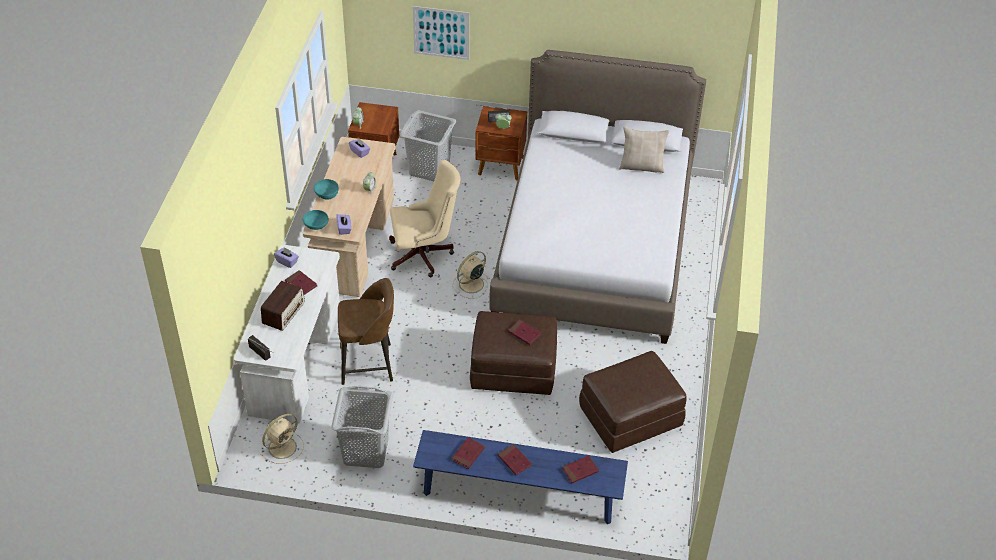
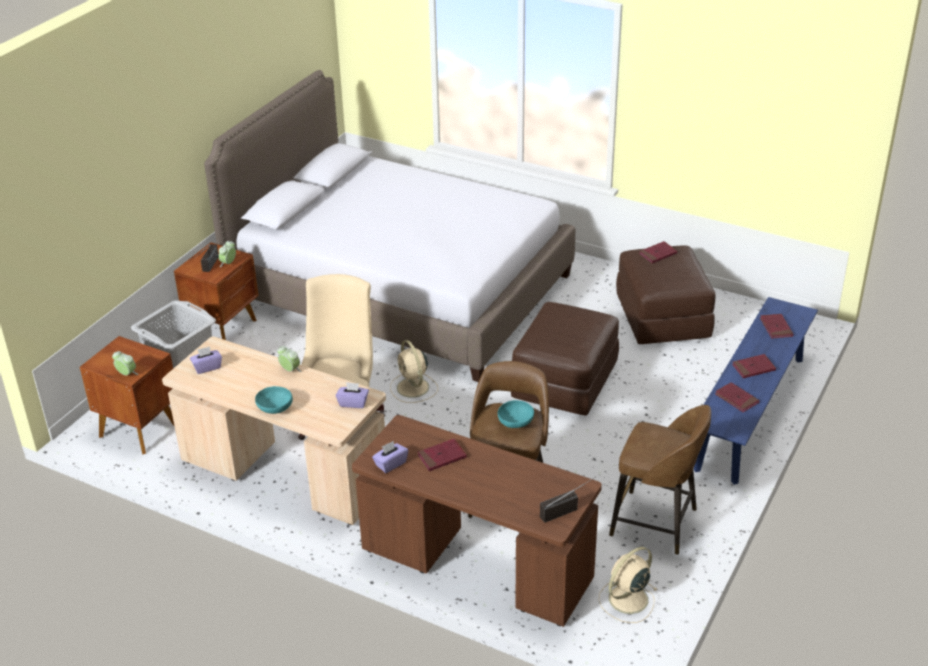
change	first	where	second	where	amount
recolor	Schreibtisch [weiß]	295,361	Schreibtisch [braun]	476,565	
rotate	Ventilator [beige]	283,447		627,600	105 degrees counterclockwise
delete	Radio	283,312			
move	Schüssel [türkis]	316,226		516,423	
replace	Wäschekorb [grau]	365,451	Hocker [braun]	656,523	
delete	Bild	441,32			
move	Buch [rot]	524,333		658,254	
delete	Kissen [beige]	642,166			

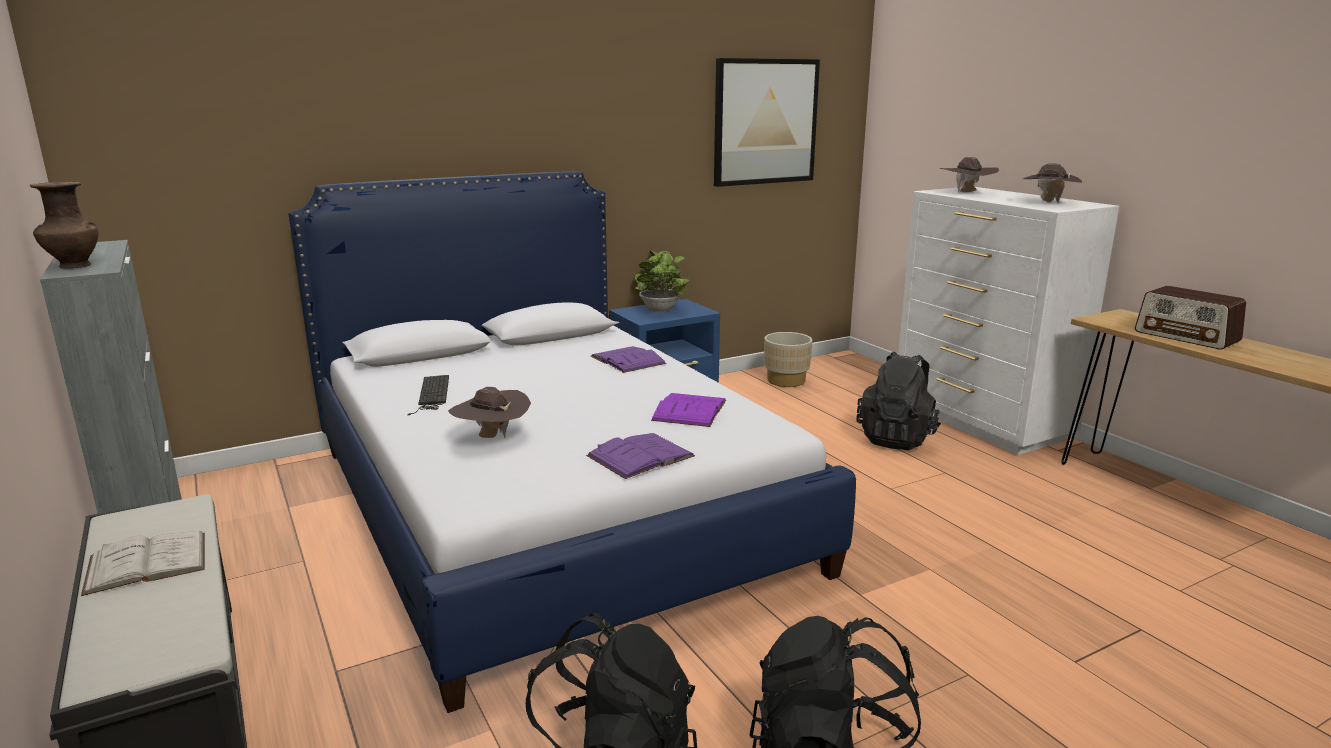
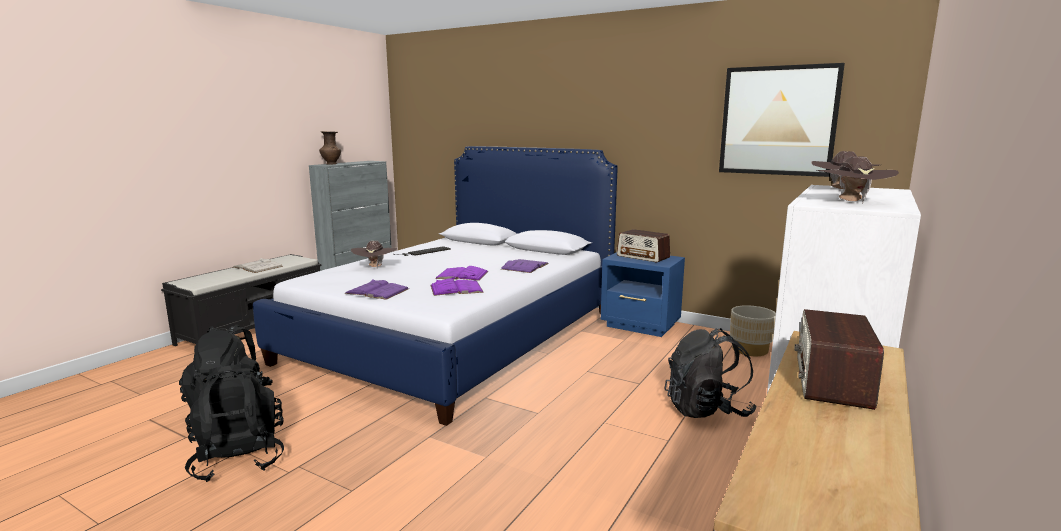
change	first	where	second	where	amount
replace	Topfpflanze	660,310	Radio	643,257	
insert			Buch [lila]	462,275	

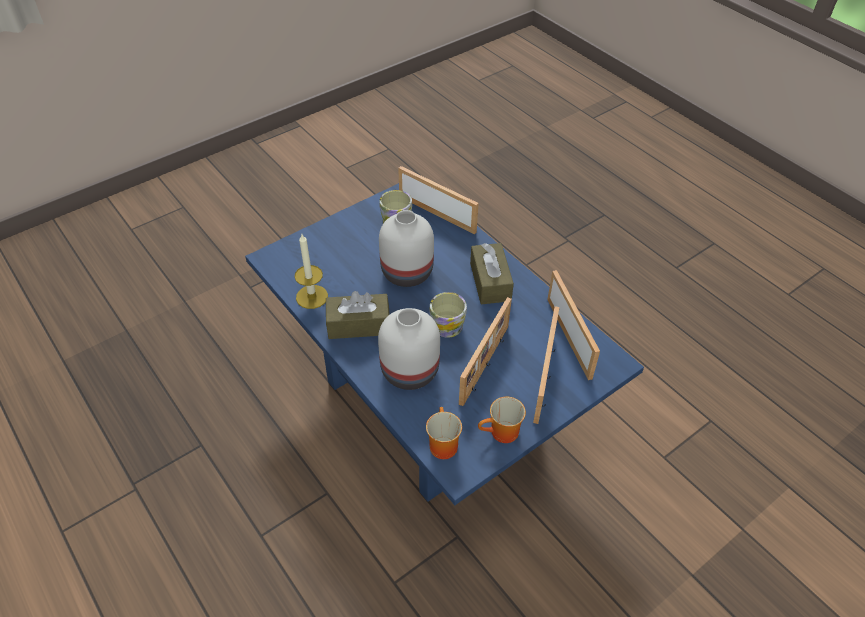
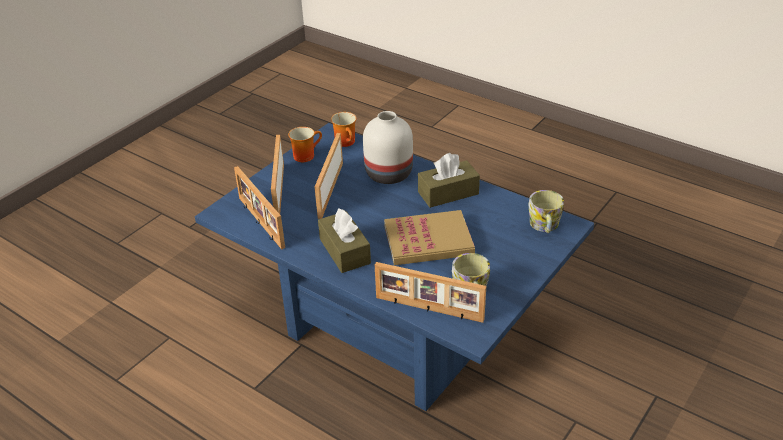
change	first	where	second	where	amount
delete	Kerze	312,297			
replace	Vase [weiß]	408,273	Buch	428,241	
move	Henkelbecher	448,322		544,226	

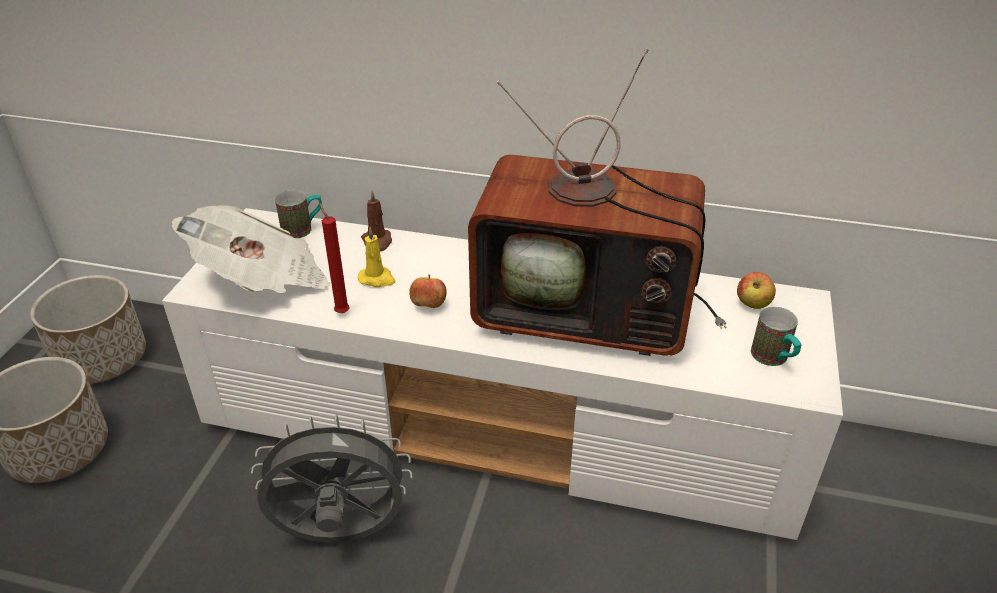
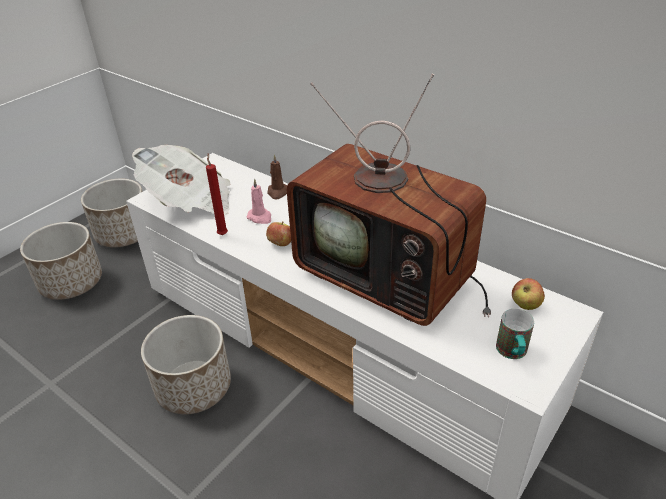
change	first	where	second	where	amount
replace	Ventilator [grau]	340,535	Pflanzkübel	193,387	
delete	Henkelbecher	303,229			
recolor	Kerze [gelb]	377,279	Kerze [rosa]	260,217	

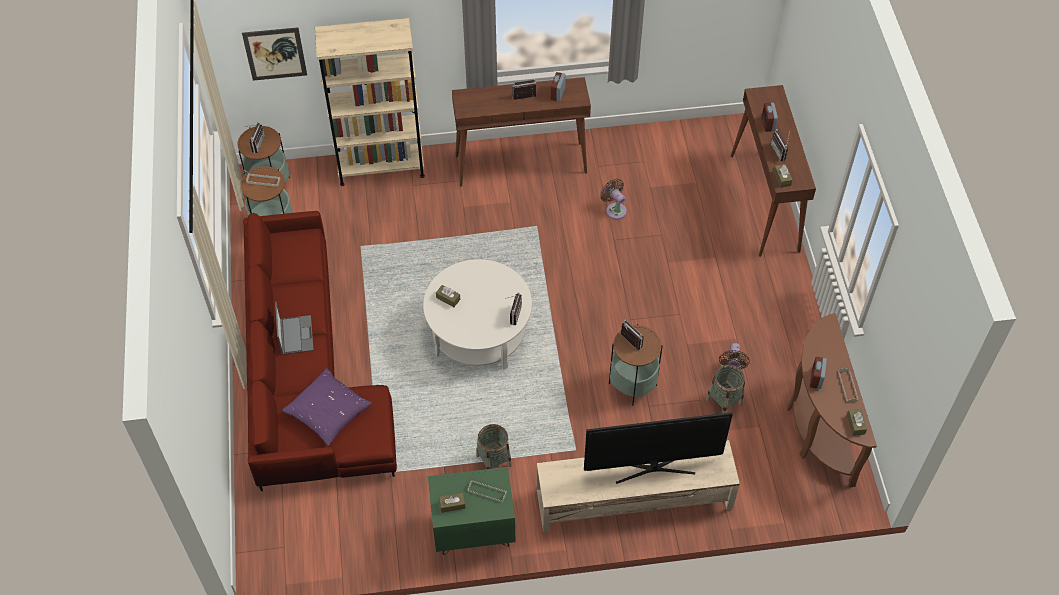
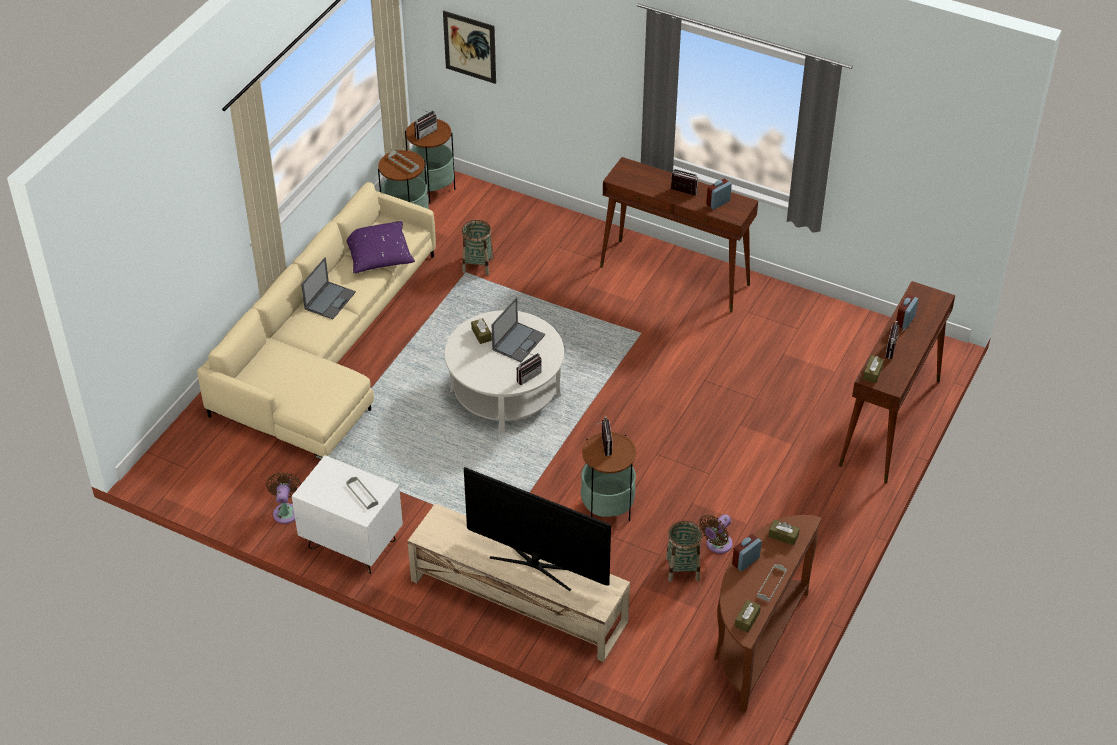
change	first	where	second	where	amount
recolor	Sofa [rot]	306,373	Sofa [beige]	327,348	
move	Kissen [lila]	328,412		378,255	
delete	Bücherregal [beige]	381,167			
recolor	Nachttisch [grün]	473,531	Nachttisch [weiß]	351,545	
move	Taschentuchbox [braun]	452,505		783,536	
move	Korb	494,460		477,265	
move	Ventilator [braun]	614,209		286,511	
insert			Laptop	519,342	

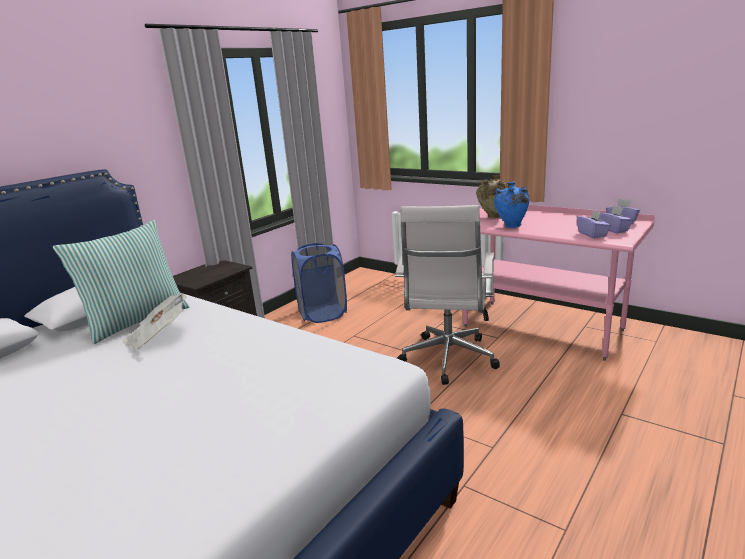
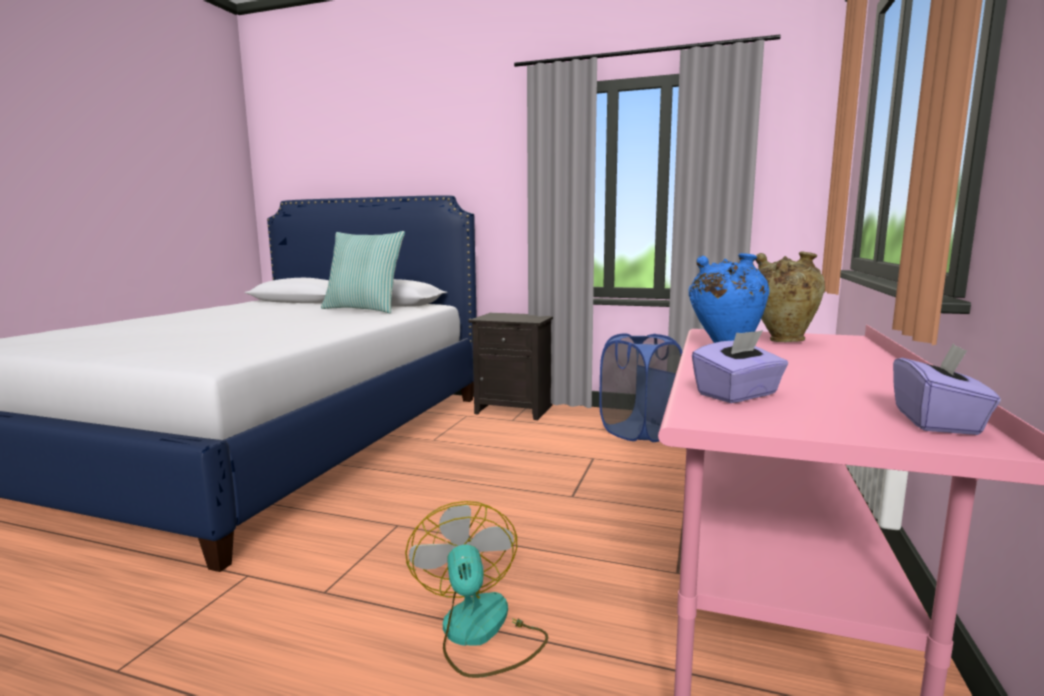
change	first	where	second	where	amount
delete	Zeitung	158,337			
delete	Bürostuhl [weiß]	448,361			
delete	Taschentuchbox [lila]	613,229			
insert			Ventilator	479,633	

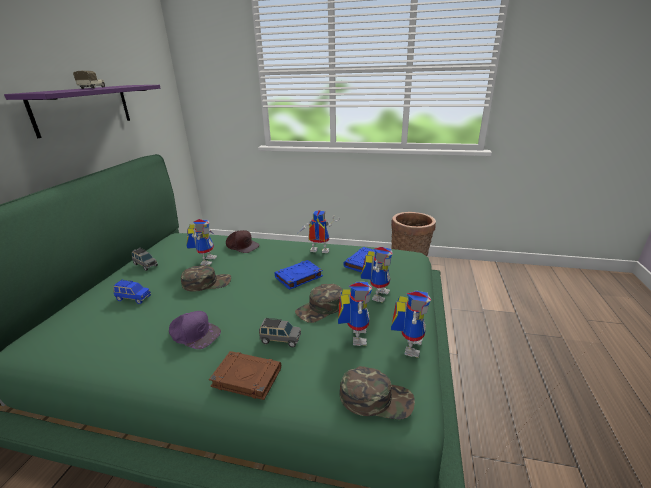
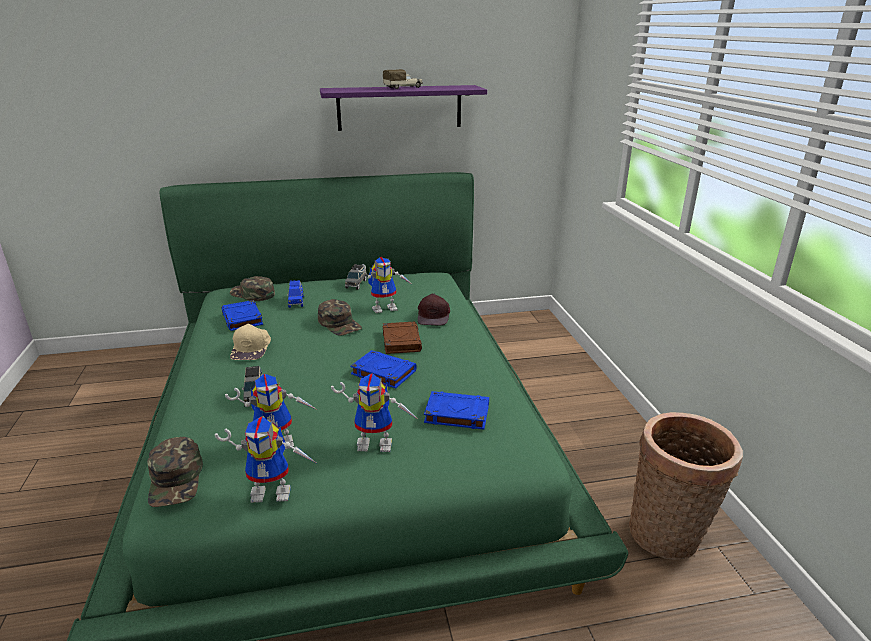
change	first	where	second	where	amount
recolor	Kappe [lila]	194,333	Kappe [beige]	252,348	
move	Buch [braun]	246,377		401,341	
move	Kappe [grün]	321,308		252,294	
delete	Spielzeugroboter	317,252			
insert			Buch [blau]	243,319	

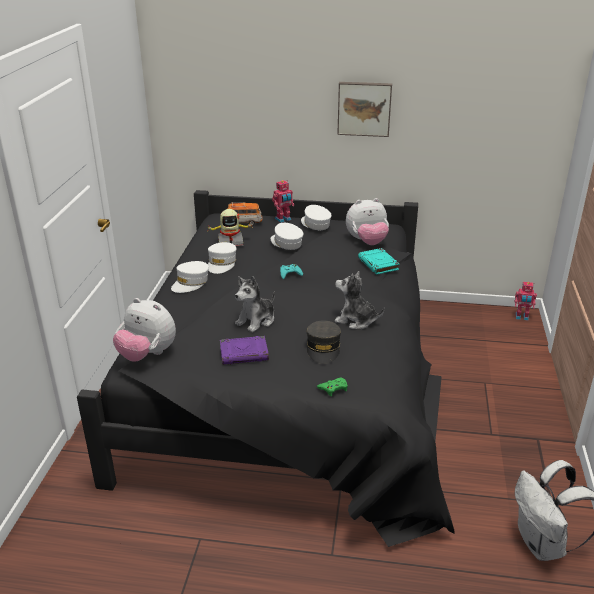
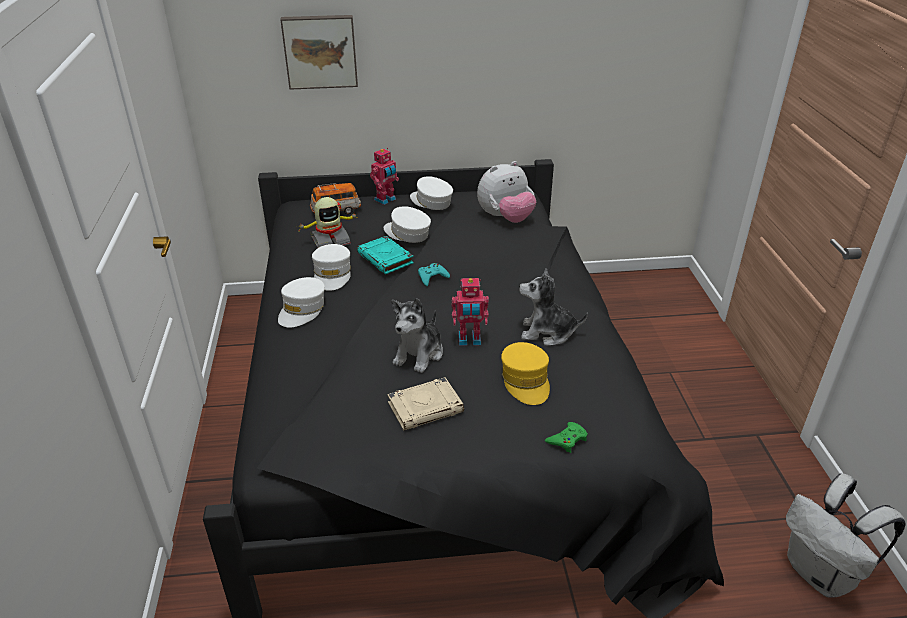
change	first	where	second	where	amount
delete	Plüschtier	147,354			
recolor	Buch [lila]	244,353	Buch [beige]	426,407	
recolor	Kappe [grau]	323,348	Kappe [gelb]	526,381	
move	Bild	364,108		320,51	
move	Buch [türkis]	378,264		386,259	
move	Spielzeugroboter	521,317		469,340	

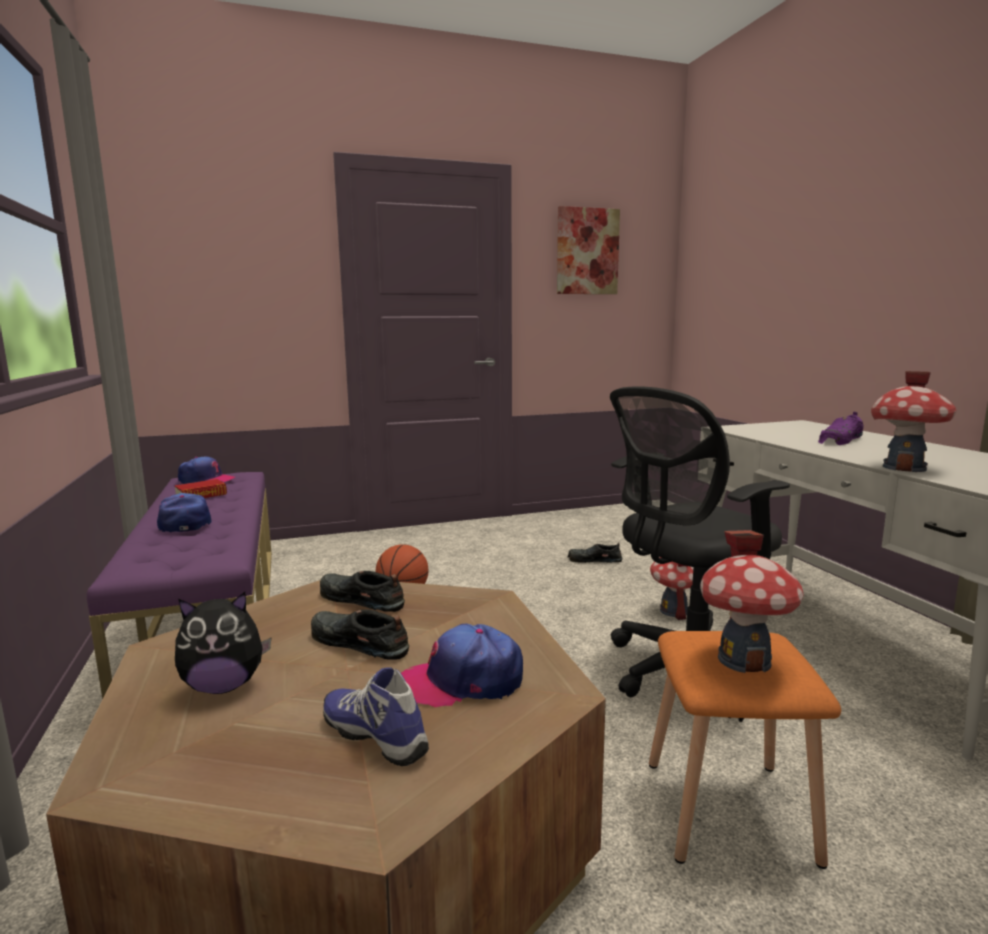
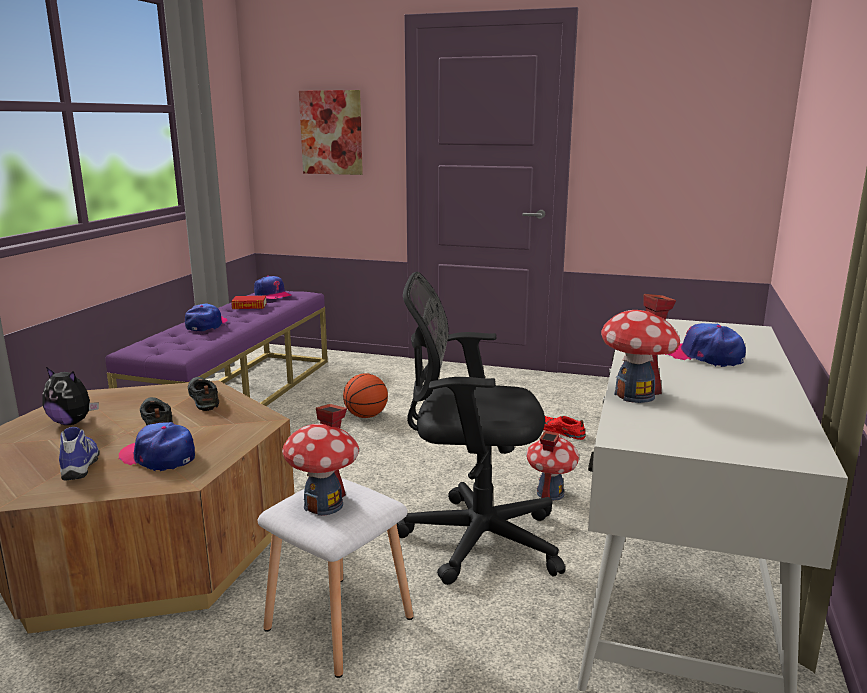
change	first	where	second	where	amount
move	Bild	587,251		331,132	
recolor	Schuh [schwarz]	593,560	Schuh [rot]	559,431	
recolor	Hocker [orange]	731,812	Hocker [weiß]	338,625	
replace	Schuh [lila]	840,440	Kappe	703,356	

